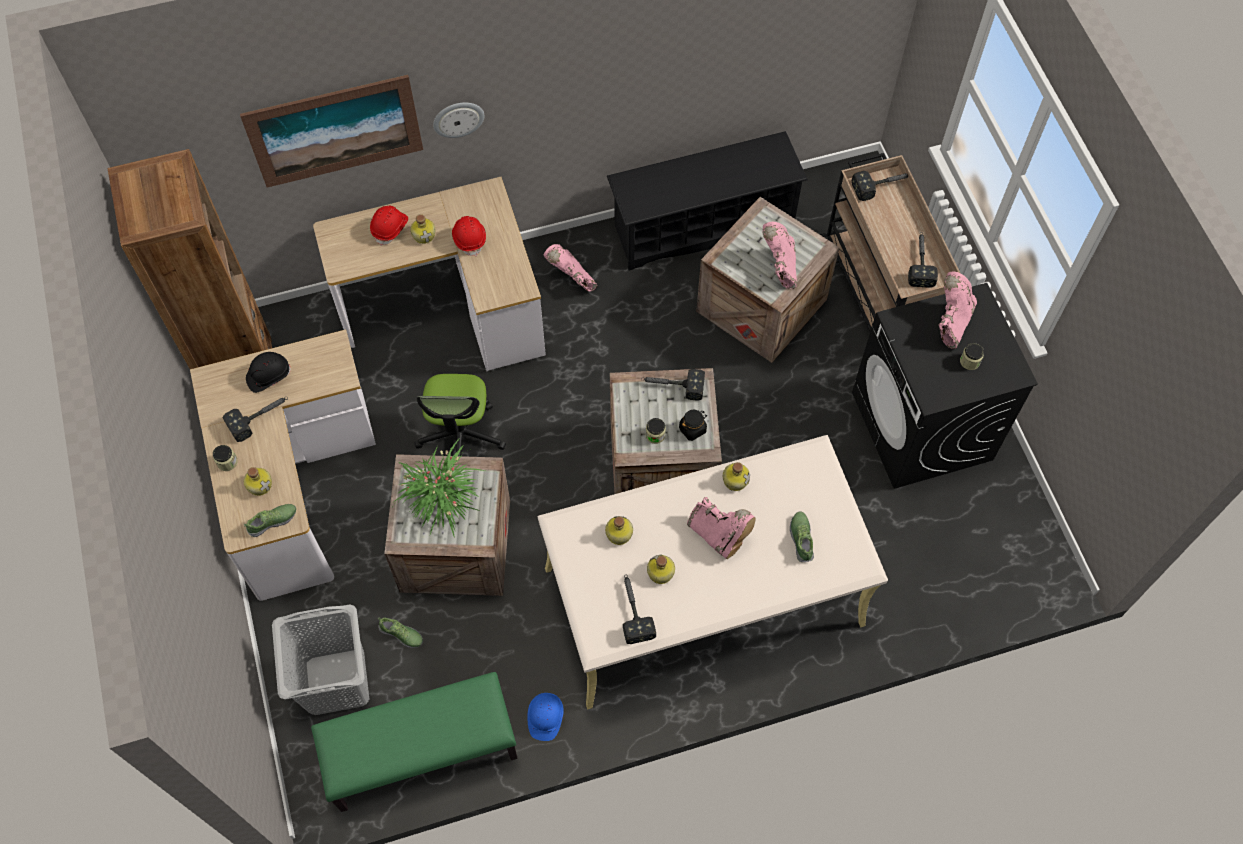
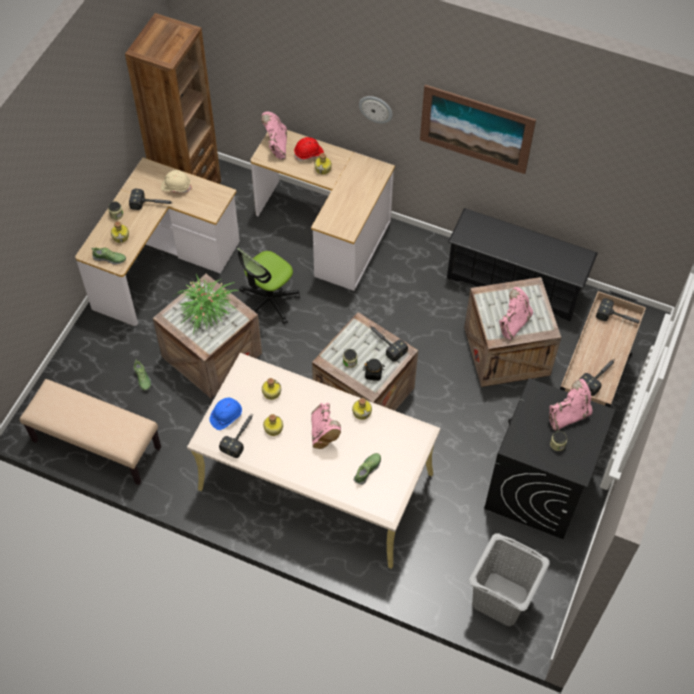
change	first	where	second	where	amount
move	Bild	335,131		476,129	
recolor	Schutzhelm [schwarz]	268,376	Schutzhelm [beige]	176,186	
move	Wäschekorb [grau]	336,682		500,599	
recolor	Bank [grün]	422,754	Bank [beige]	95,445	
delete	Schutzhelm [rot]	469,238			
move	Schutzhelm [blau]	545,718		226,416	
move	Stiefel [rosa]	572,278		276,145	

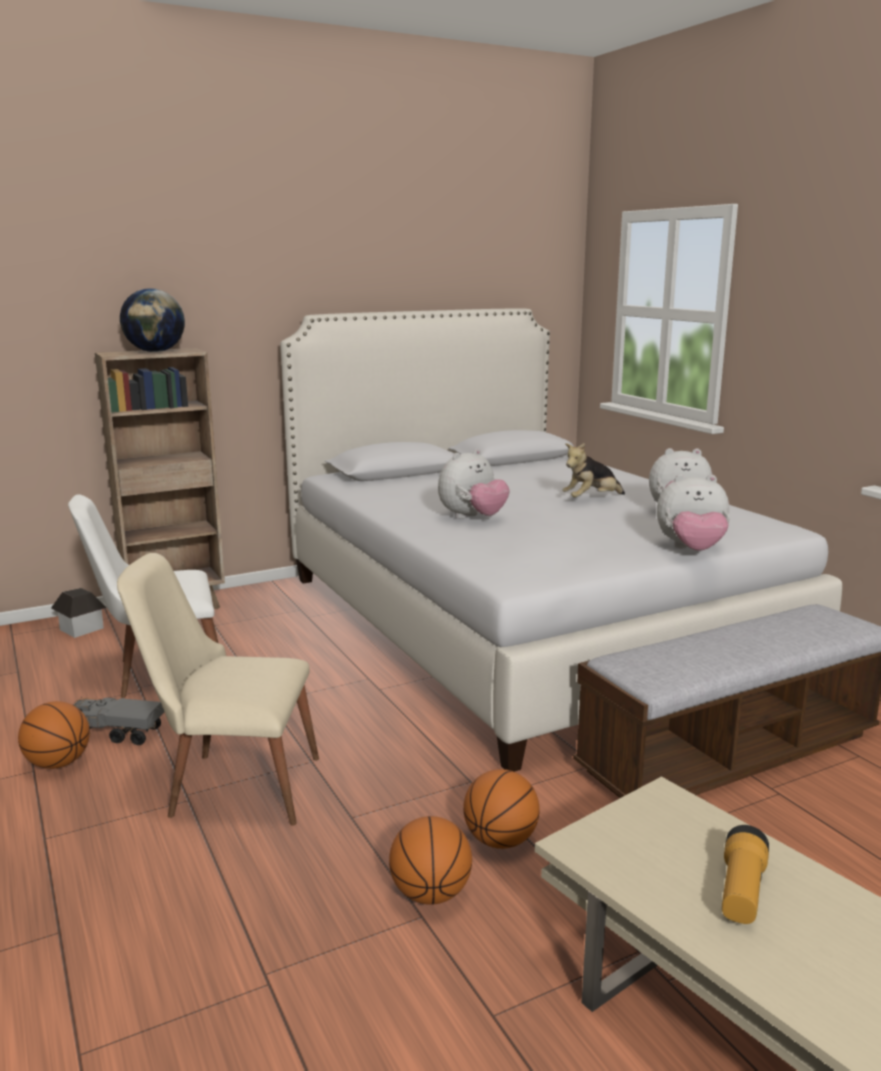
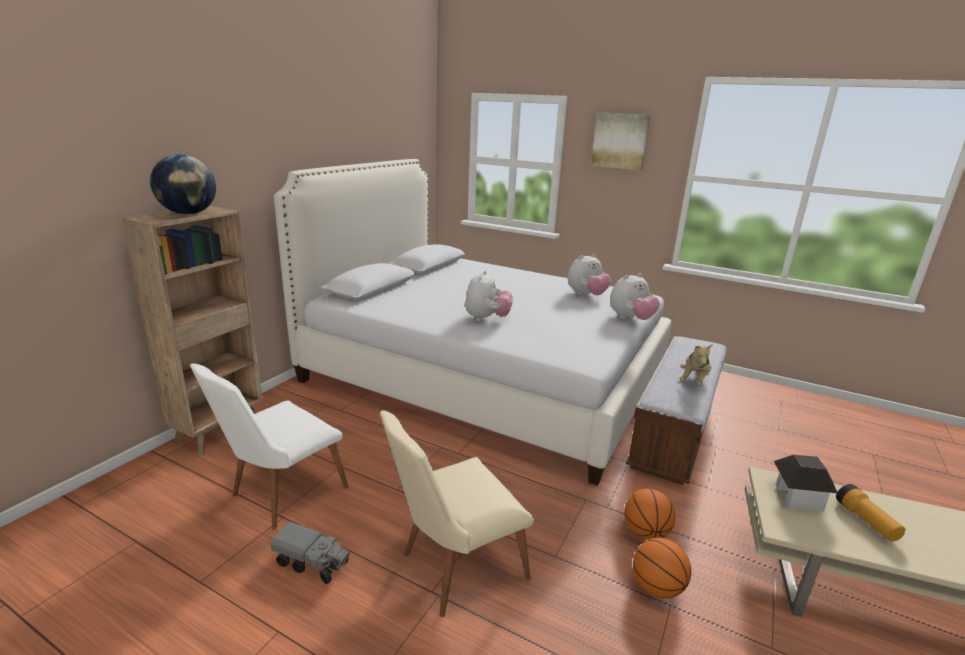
change	first	where	second	where	amount
delete	Basketball	58,763			
move	Spielzeughaus	81,628		797,497	
rotate	Spielzeuglaster	119,734		313,563	135 degrees counterclockwise
move	Plüschtier	591,500		694,381	
insert			Bild	620,141	

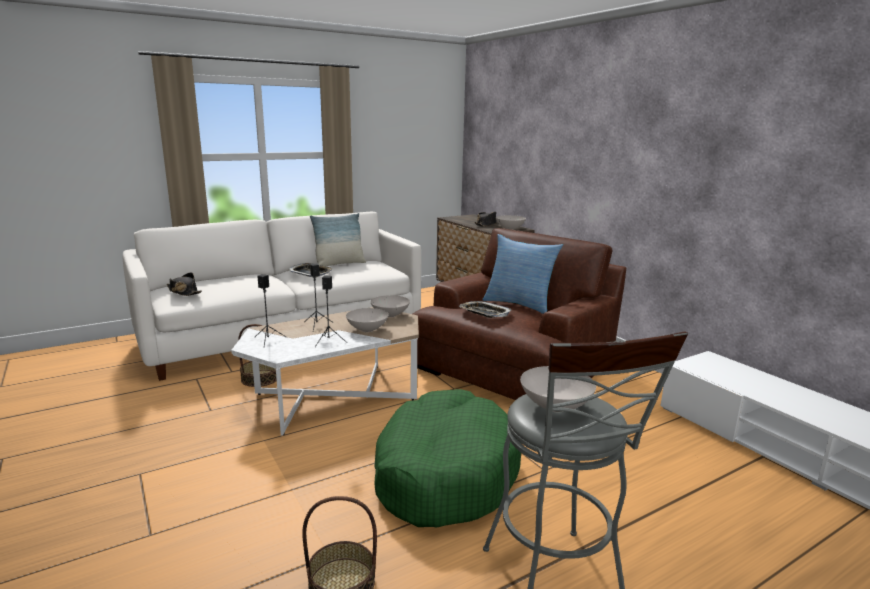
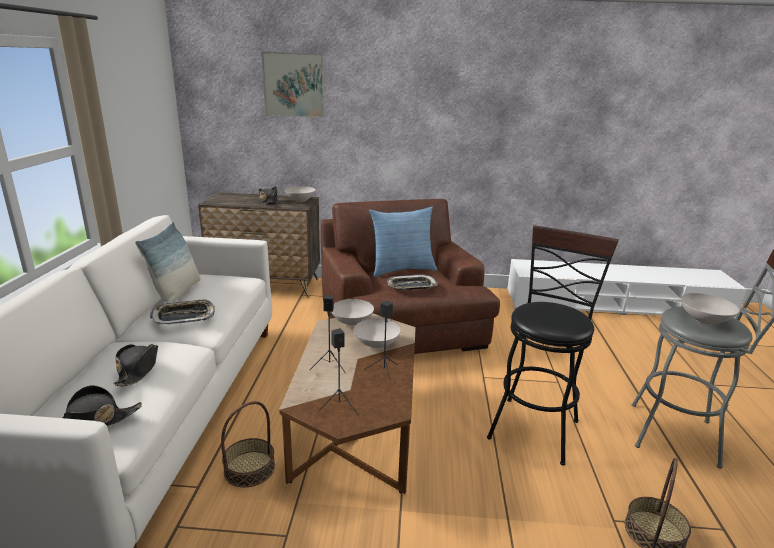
change	first	where	second	where	amount
recolor	Couchtisch [weiß]	335,397	Couchtisch [braun]	355,431	
replace	Hundebett [grün]	444,473	Hocker [schwarz]	535,424	
insert			Hut [schwarz]	138,369	
insert			Bild	294,85	

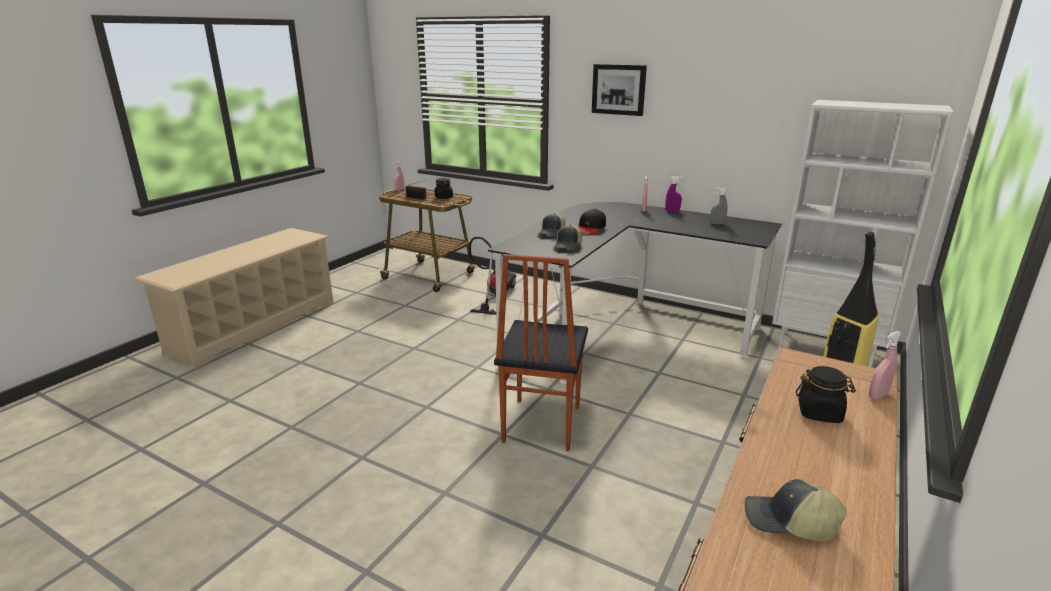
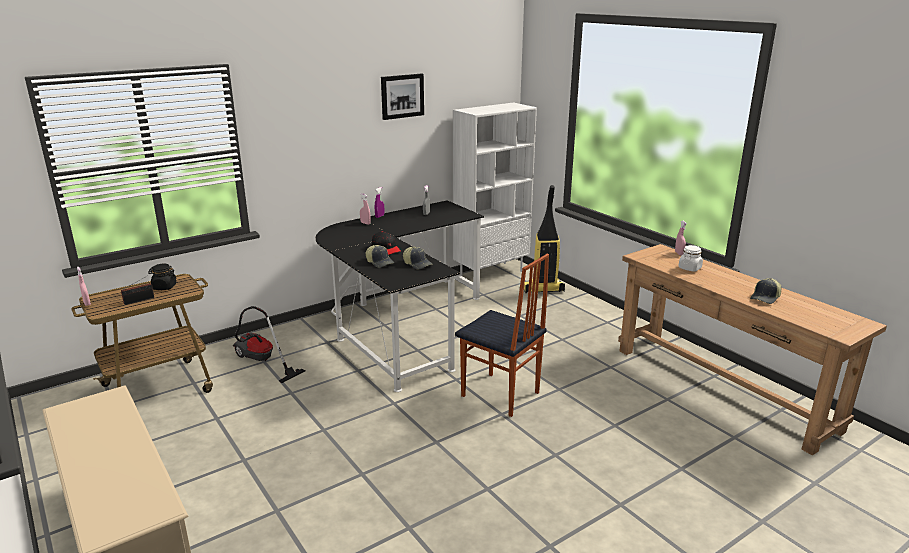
change	first	where	second	where	amount
move	Bild	618,89		402,96	
recolor	Vorratsglas [schwarz]	819,413	Vorratsglas [weiß]	689,268	

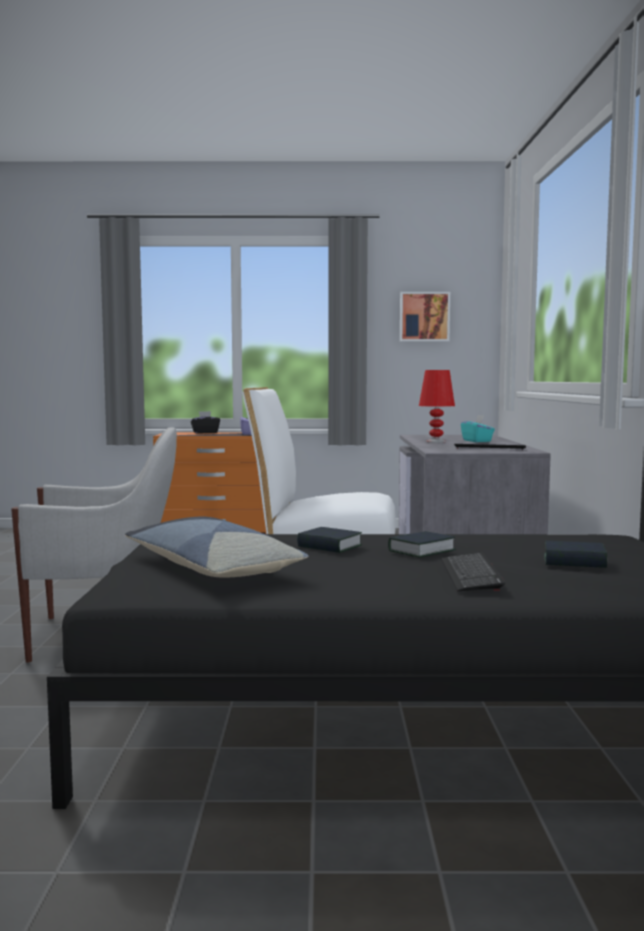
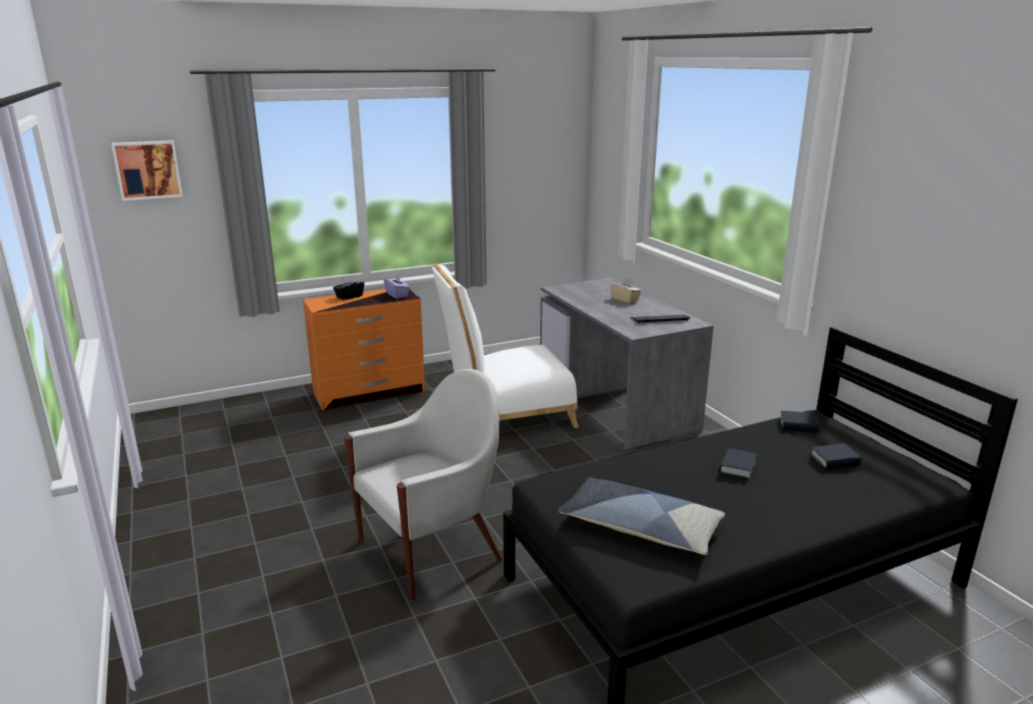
change	first	where	second	where	amount
move	Buch	329,546		798,426	
move	Bild	424,317		148,170	
delete	Tischlampe [rot]	435,441			
delete	Tastatur	470,574			
recolor	Taschentuchbox [türkis]	477,441	Taschentuchbox [beige]	625,299	

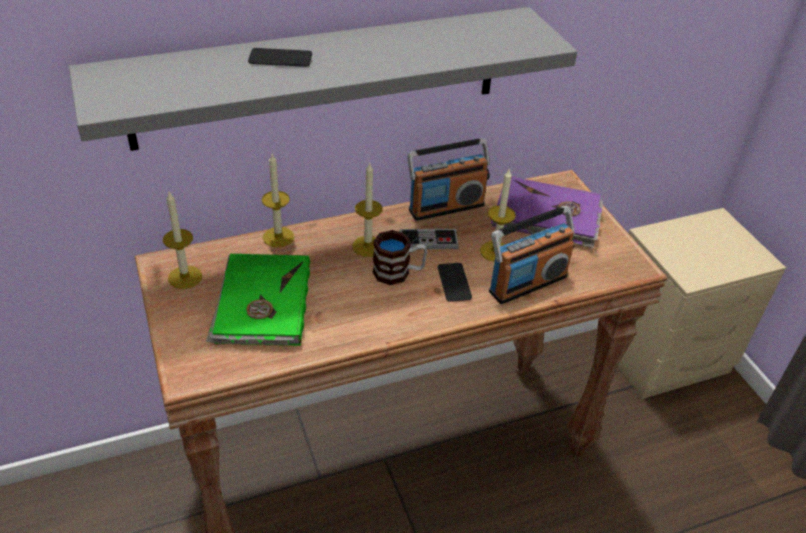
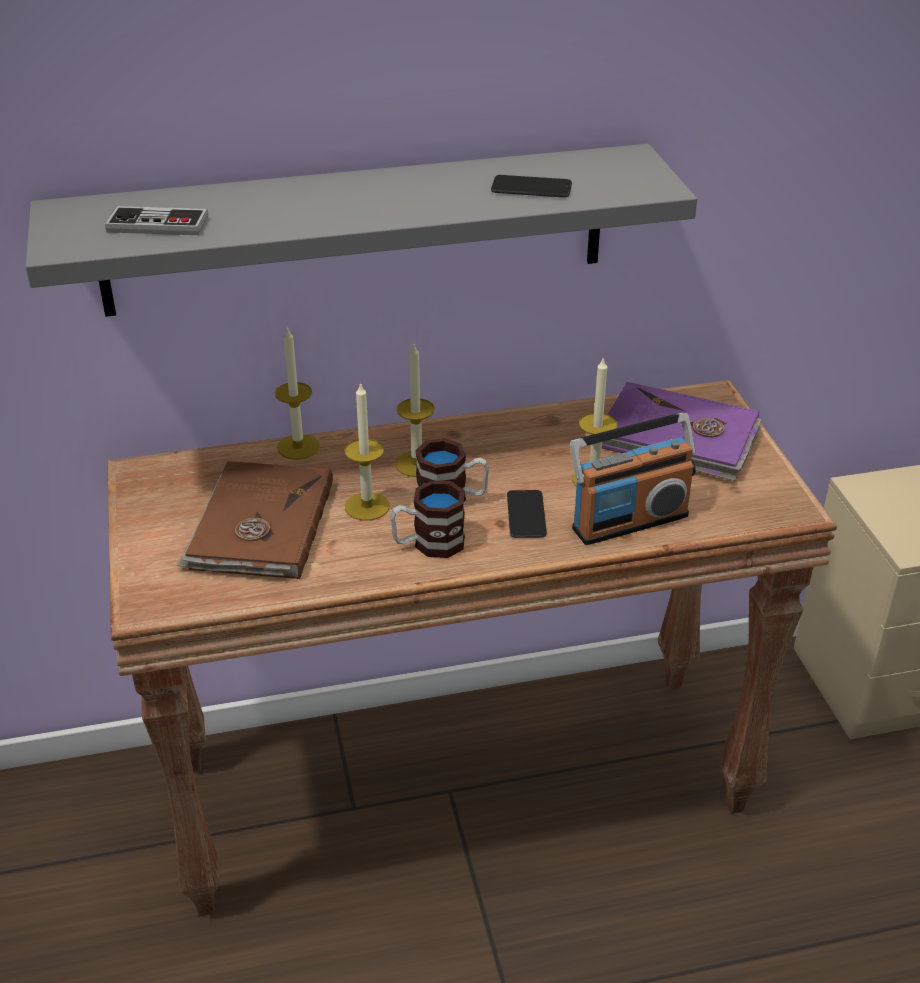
change	first	where	second	where	amount
move	Kerze	185,277		367,506	
recolor	Buch [grün]	261,304	Buch [braun]	259,526	
move	Handy	280,58		531,188	
move	Gamepad	428,241		158,224	
delete	Radio	446,207			
insert			Henkelbecher	428,544	

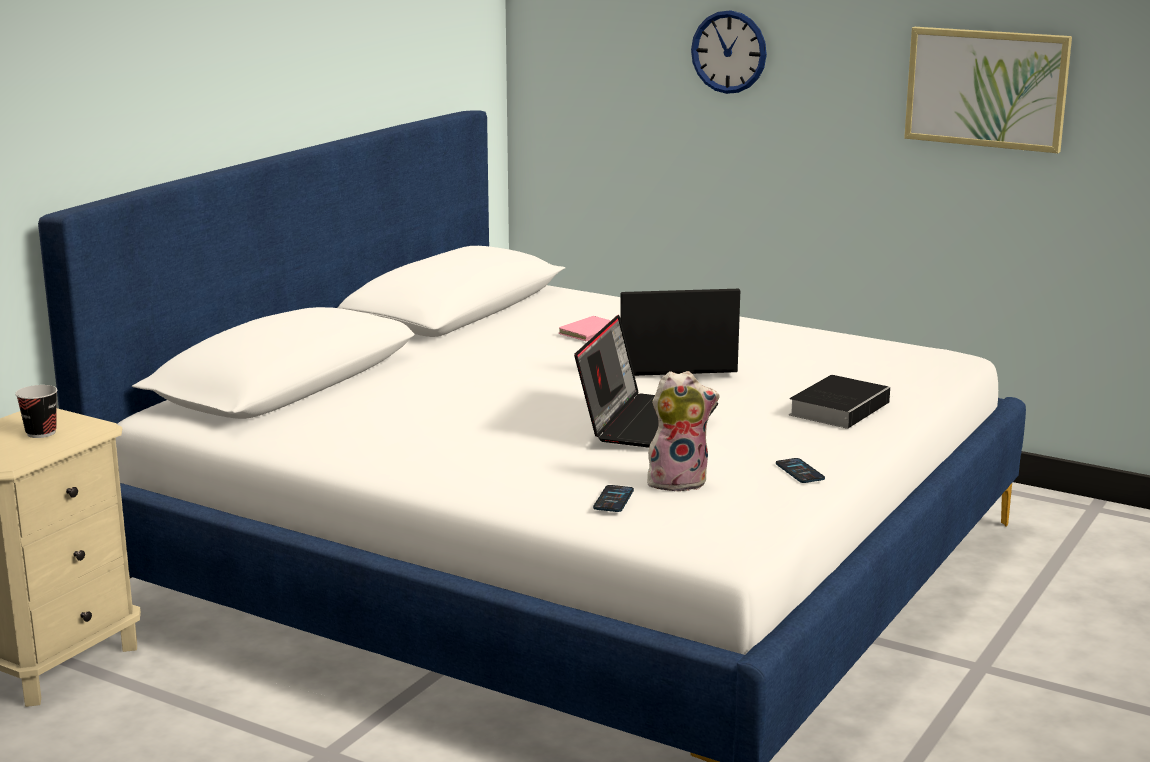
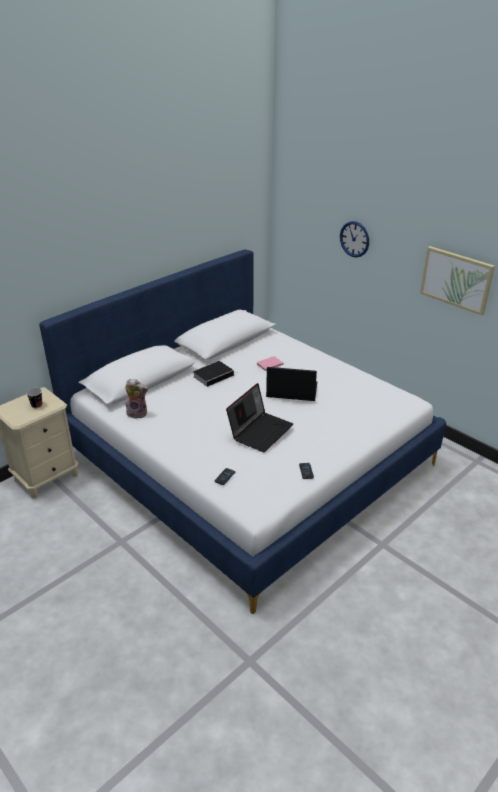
change	first	where	second	where	amount
move	Plüschtier	678,481		138,413	
move	Buch	840,407		214,375	

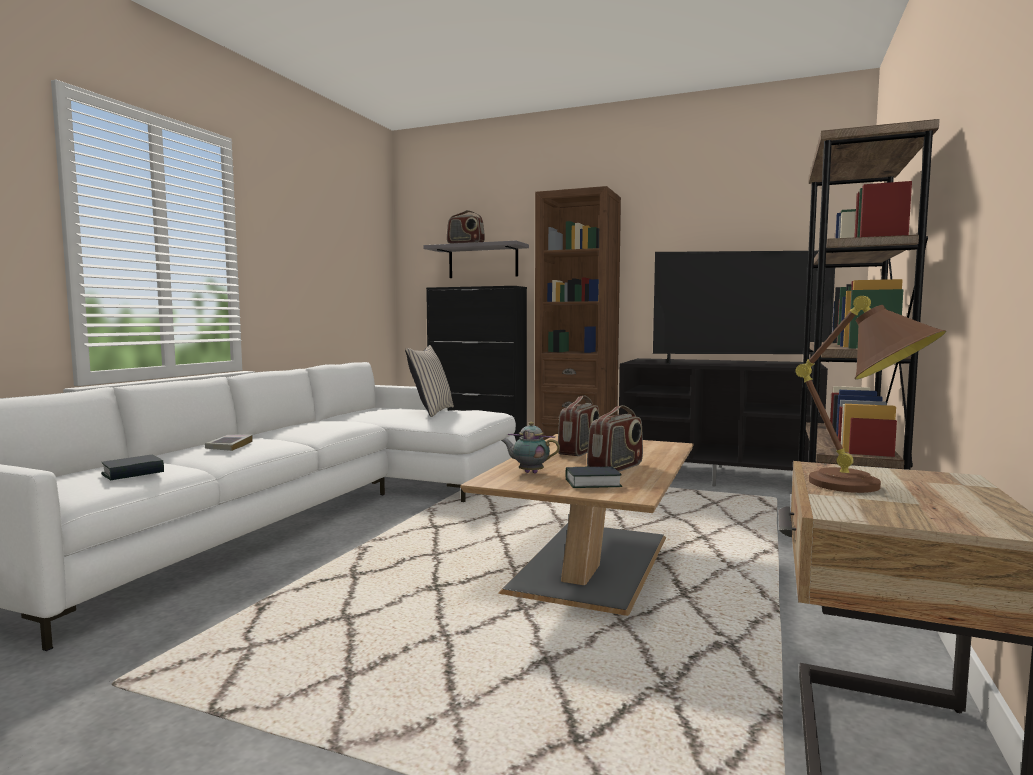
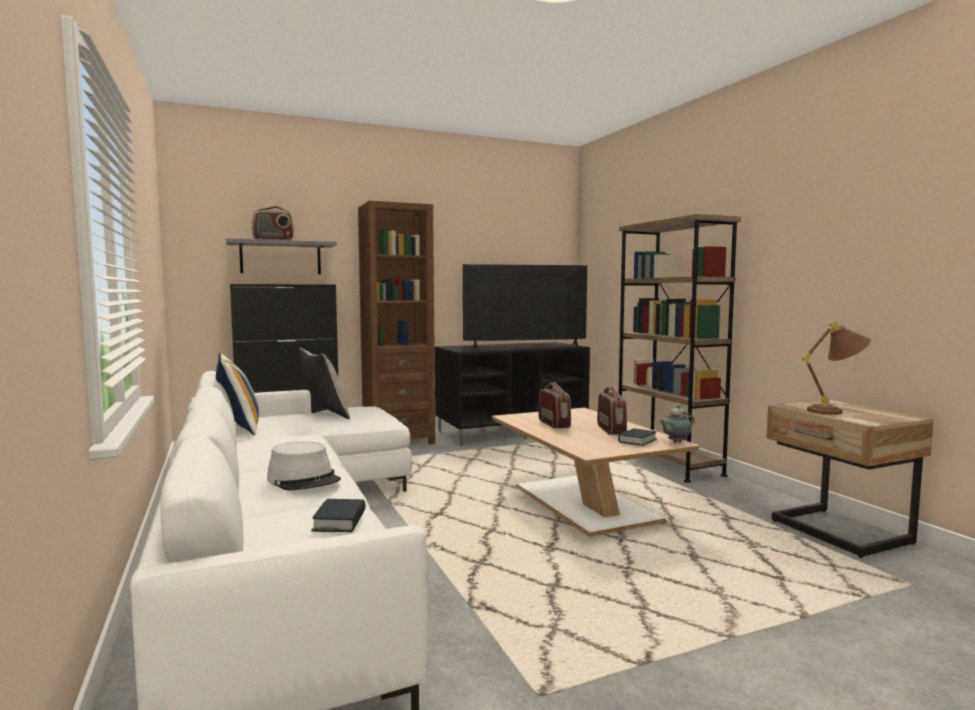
change	first	where	second	where	amount
replace	Buch	229,446	Hut [grau]	304,479	
move	Teekanne	529,472		676,442	
rotate	Fernseher	739,363		526,346	150 degrees counterclockwise
insert			Kissen	238,428	

